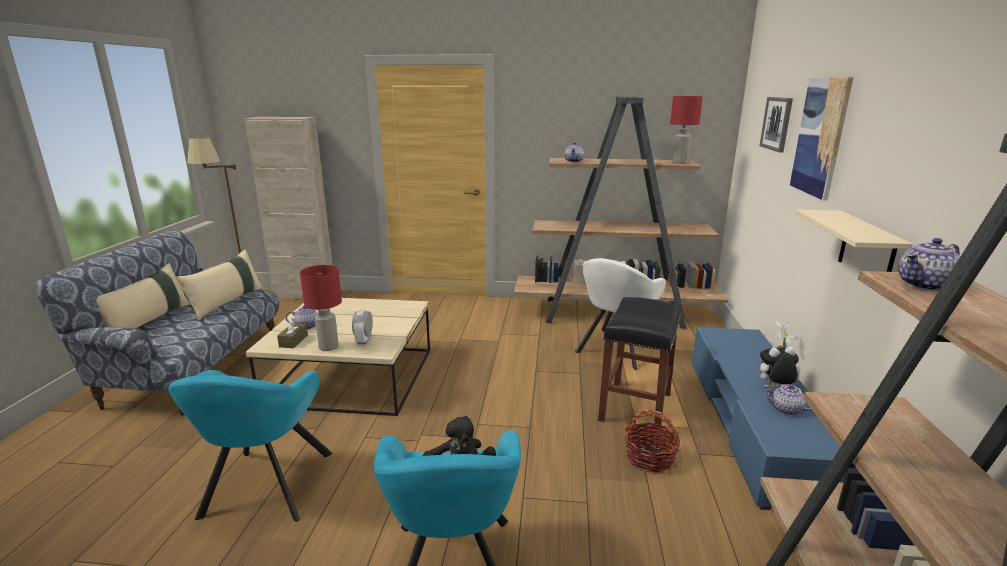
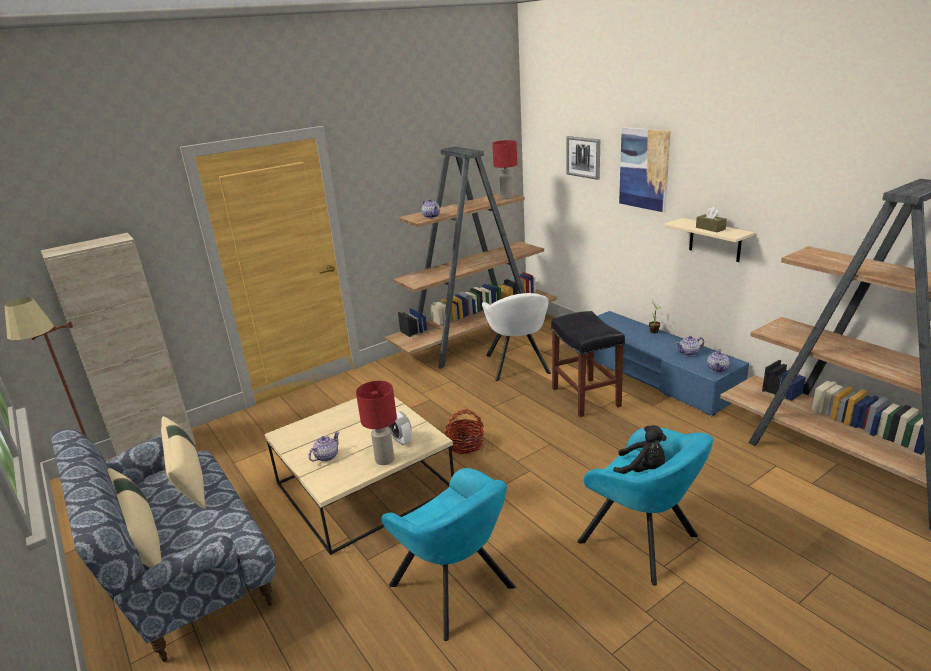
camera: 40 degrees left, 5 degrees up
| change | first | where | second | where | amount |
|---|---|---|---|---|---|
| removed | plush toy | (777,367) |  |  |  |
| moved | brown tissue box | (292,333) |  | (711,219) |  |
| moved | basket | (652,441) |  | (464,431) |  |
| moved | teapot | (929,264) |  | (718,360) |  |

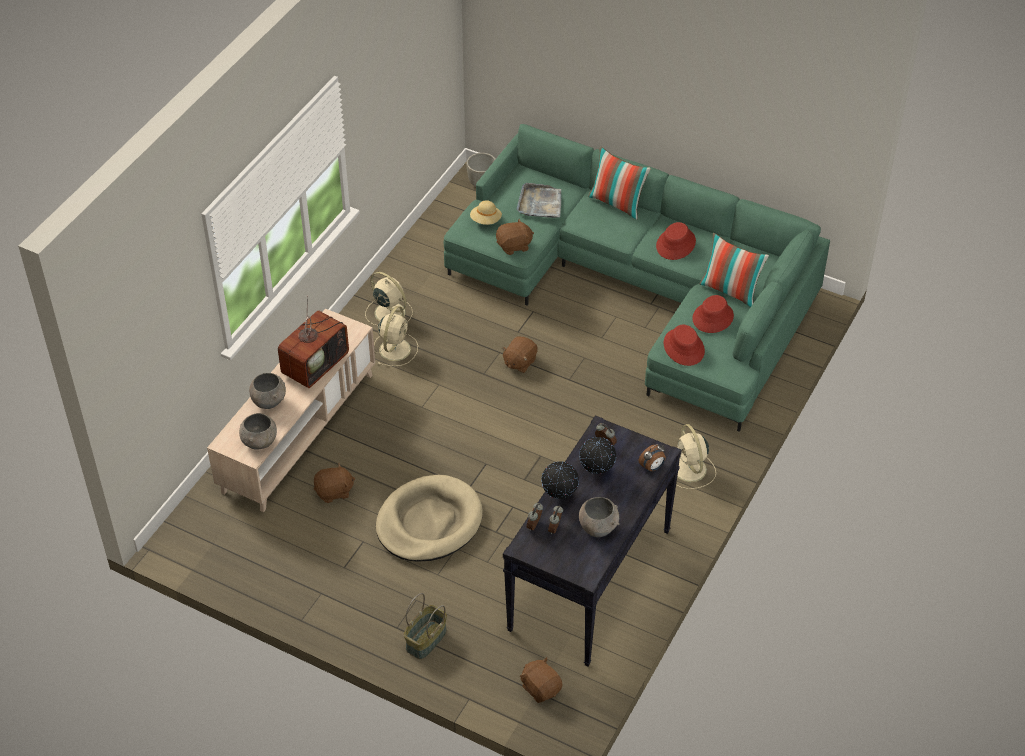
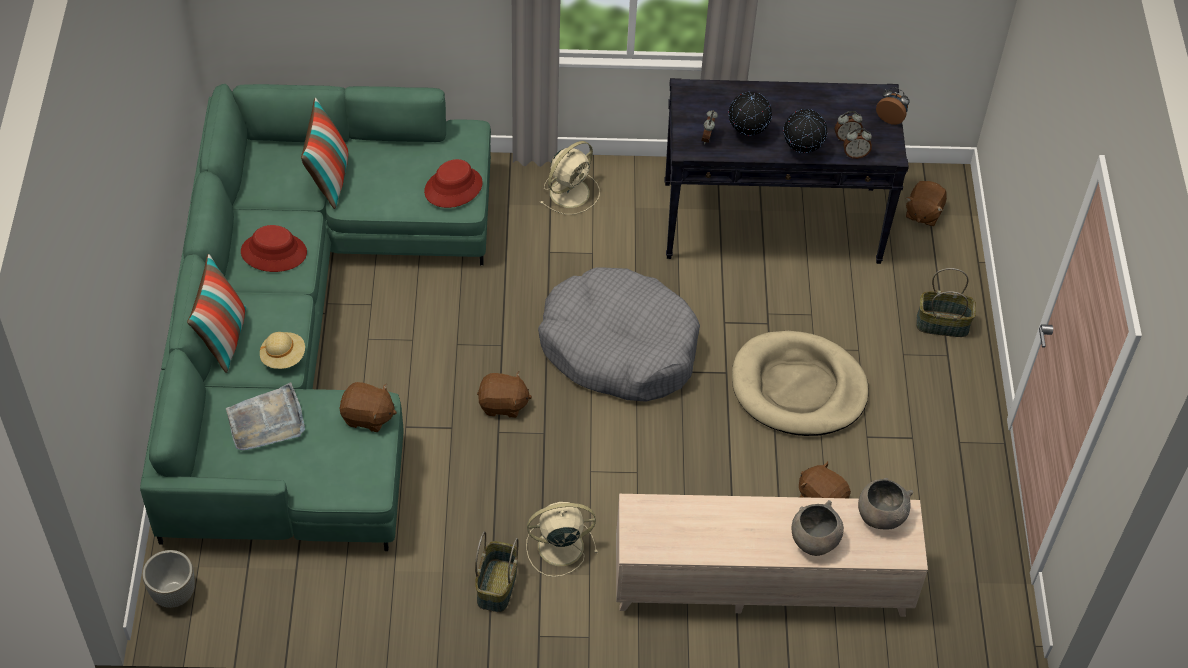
camera: 120 degrees left, 5 degrees up
| change | first | where | second | where | amount |
|---|---|---|---|---|---|
| removed | television | (313,342) |  |  |  |
| removed | grey bowl | (599,517) |  |  |  |
| removed | red hat | (713,314) |  |  |  |
| added |  |  | grey dog bed | (619,334) |  |
| moved | beige hat | (486,212) |  | (282,350) |  |
| moved | alarm clock | (652,457) |  | (893,106) |  |
| replaced | beige fan | (389,299) | basket | (497,571) |  |
| turned | brown plush toy | (515,237) |  | (368,407) | 150 degrees clockwise |

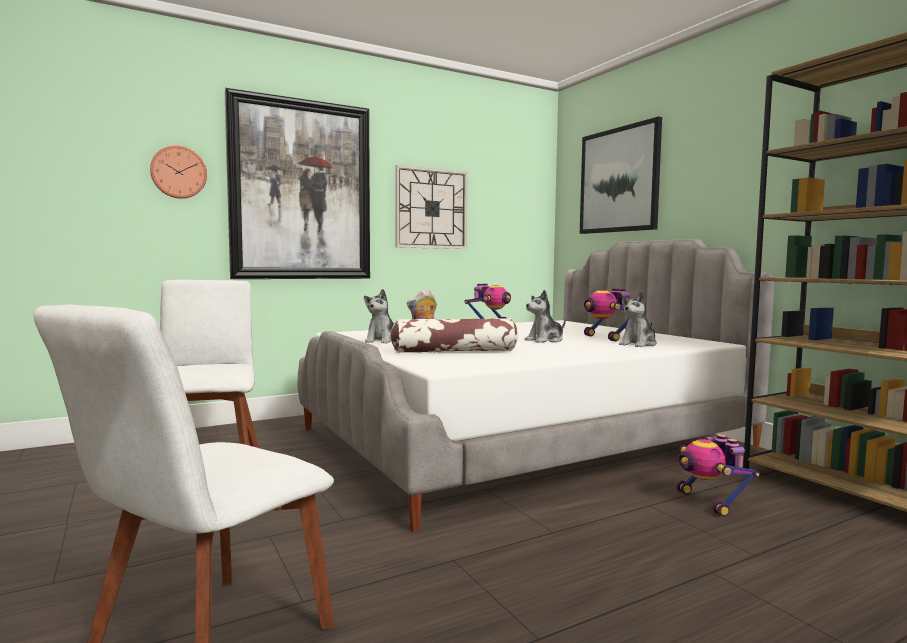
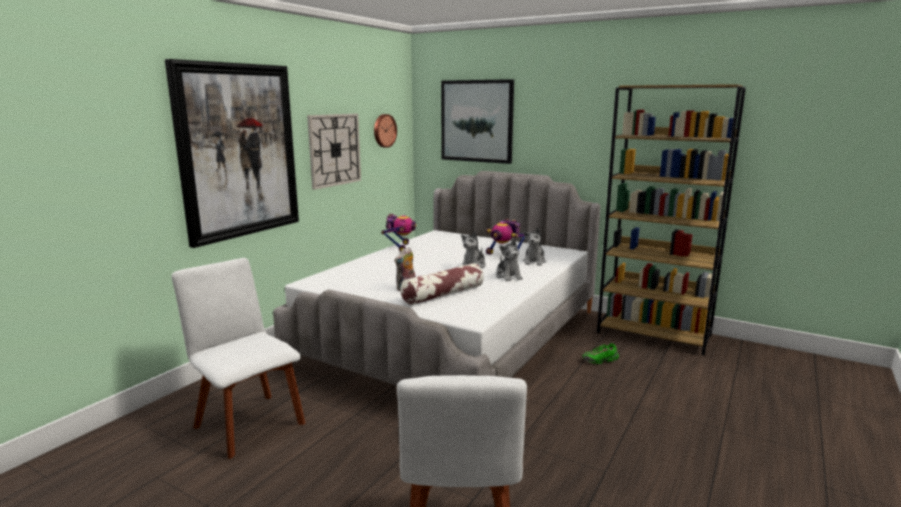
camera: 30 degrees left, 10 degrees up
| change | first | where | second | where | amount |
|---|---|---|---|---|---|
| moved | wall clock | (178,172) |  | (385,131) |  |
| moved | plush toy | (379,316) |  | (509,260) |  |
| replaced | toy robot | (718,475) | green shoe | (600,353) |  |

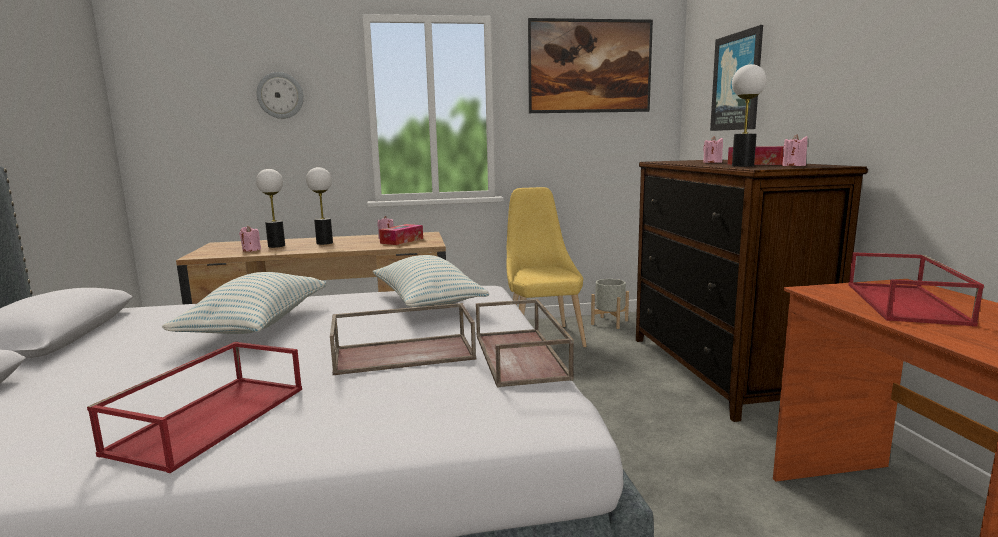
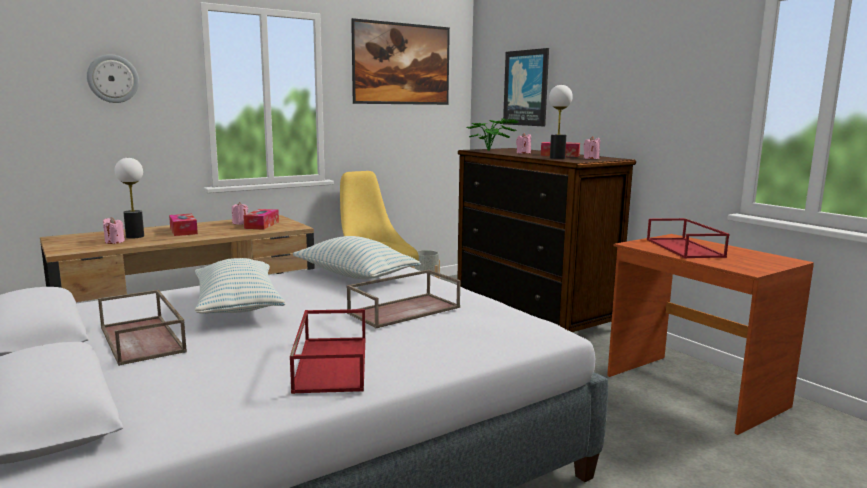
camera: 25 degrees left, 0 degrees up
| change | first | where | second | where | amount |
|---|---|---|---|---|---|
| added |  |  | potted plant | (492,135) |  |
| moved | brown tray | (525,343) |  | (142,328) |  |
| replaced | table lamp | (319,206) | tissue box | (183,225) |  |

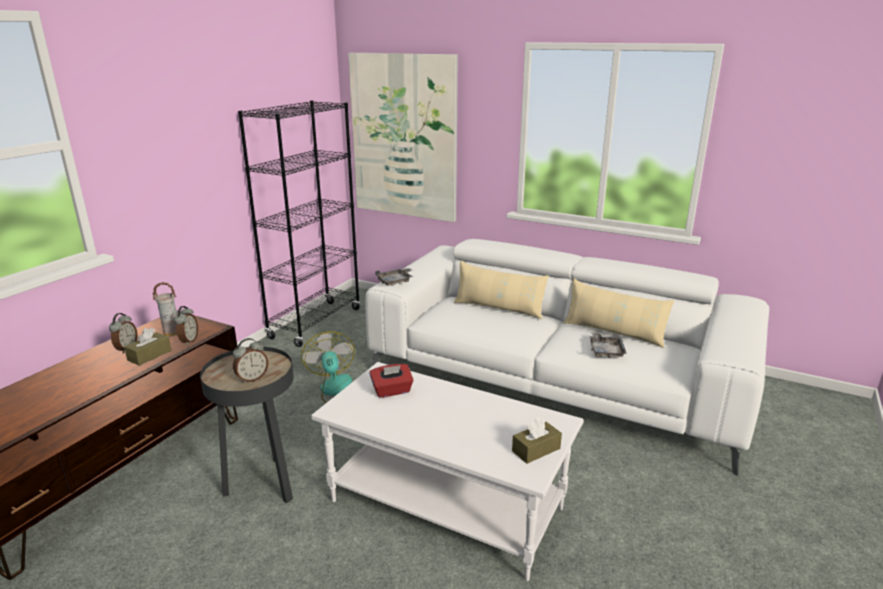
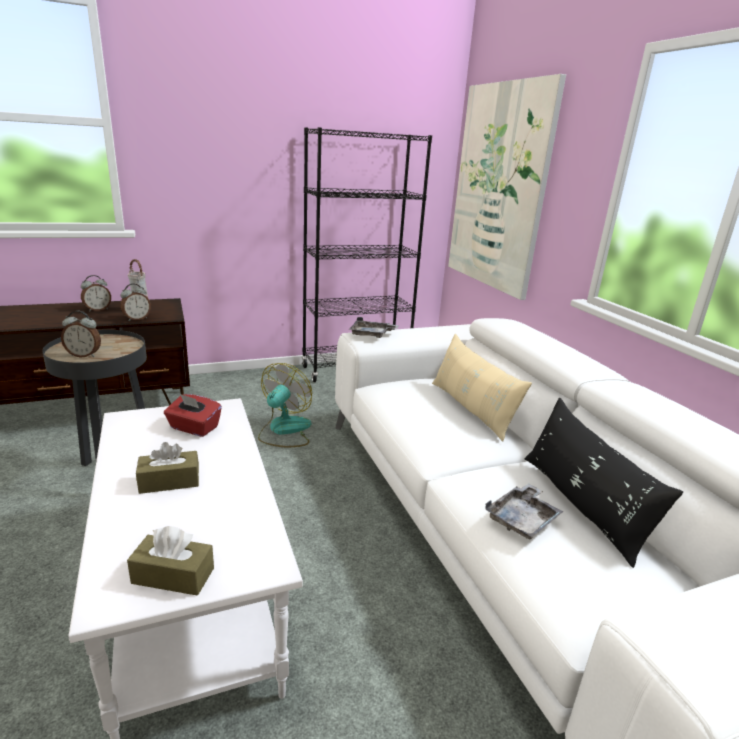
camera: 40 degrees right, 0 degrees up
| change | first | where | second | where | amount |
|---|---|---|---|---|---|
| moved | brown tissue box | (147,347) |  | (167,468) |  |
| recoloured | beige pillow | (618,313) | black pillow | (604,483) |  |

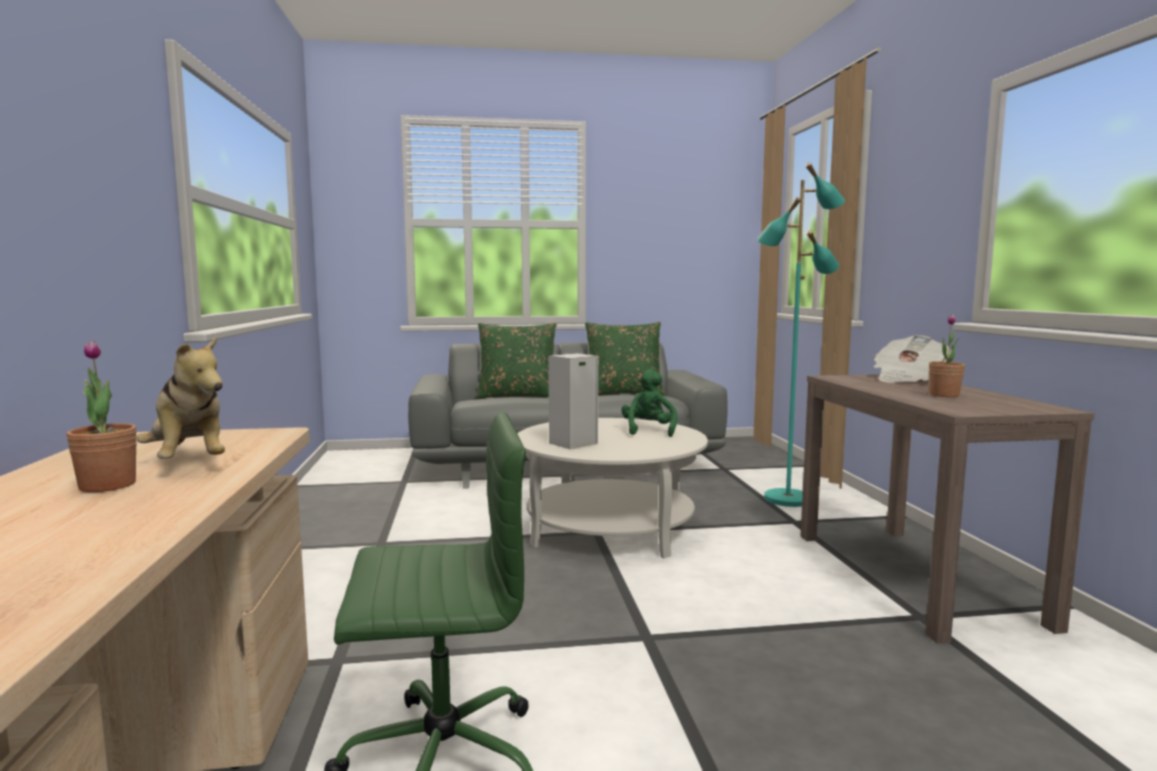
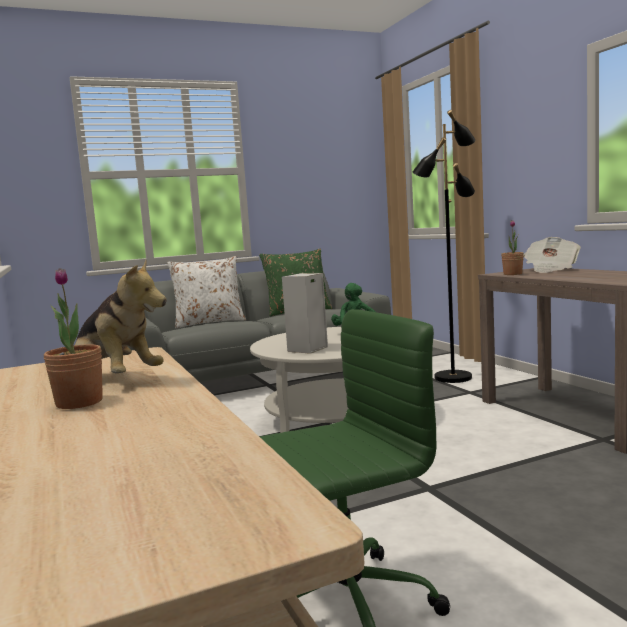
camera: 15 degrees left, 0 degrees up
| change | first | where | second | where | amount |
|---|---|---|---|---|---|
| moved | potted plant | (947,356) |  | (513,247) |  |
| recoloured | green pillow | (516,360) | white pillow | (206,292) |  |
| recoloured | turquoise floor lamp | (801,334) | black floor lamp | (444,246) |  |

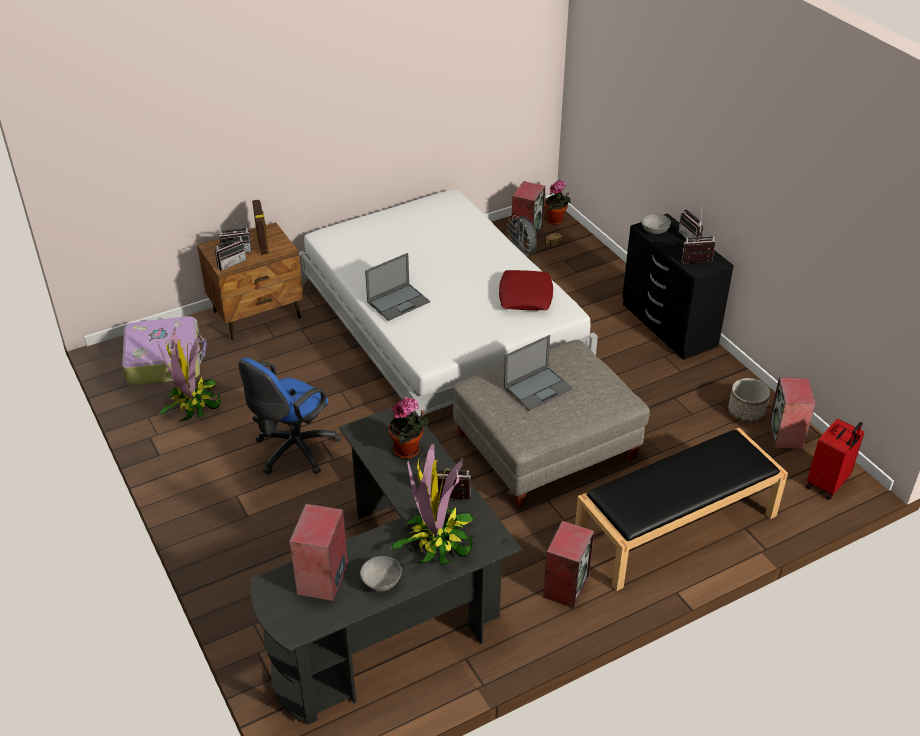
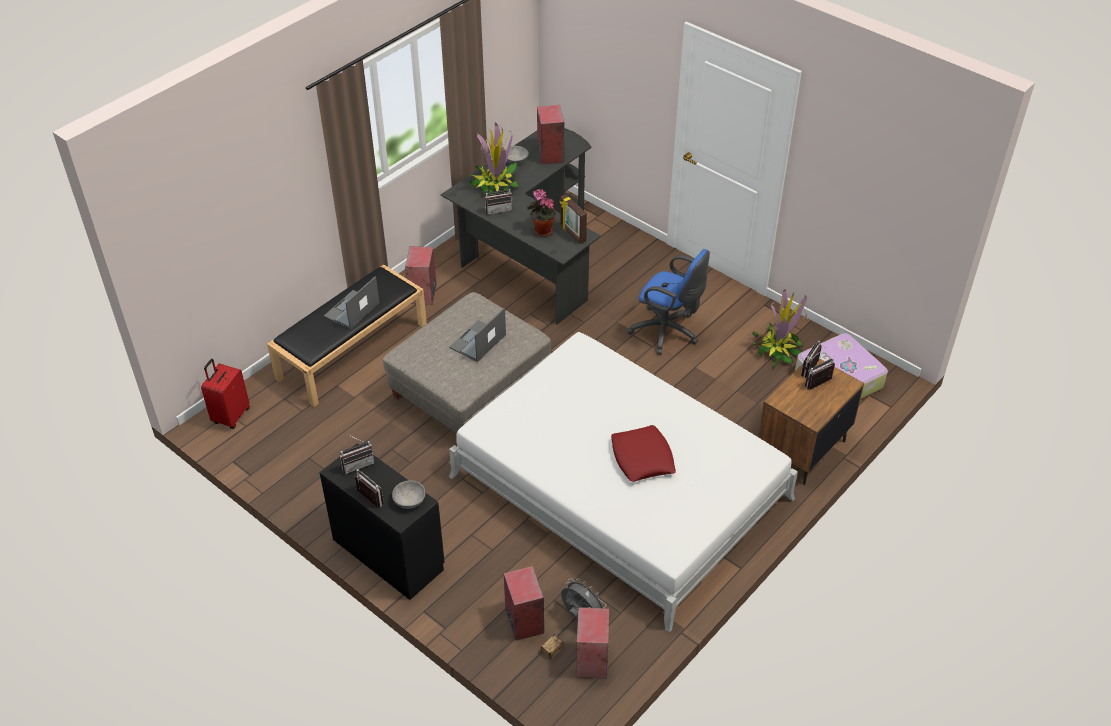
camera: 160 degrees right, 5 degrees up
| change | first | where | second | where | amount |
|---|---|---|---|---|---|
| removed | potted plant | (558,202) |  |  |  |
| removed | planter | (749,400) |  |  |  |
| moved | picture frame | (260,227) |  | (573,219) |  |
| moved | laptop | (397,287) |  | (351,303) |  |
| moved | red pillow | (526,290) |  | (643,453) |  |
| moved | speaker | (792,413) |  | (524,603) |  |
| turned | blue office chair | (289,416) |  | (668,302) | 105 degrees clockwise |

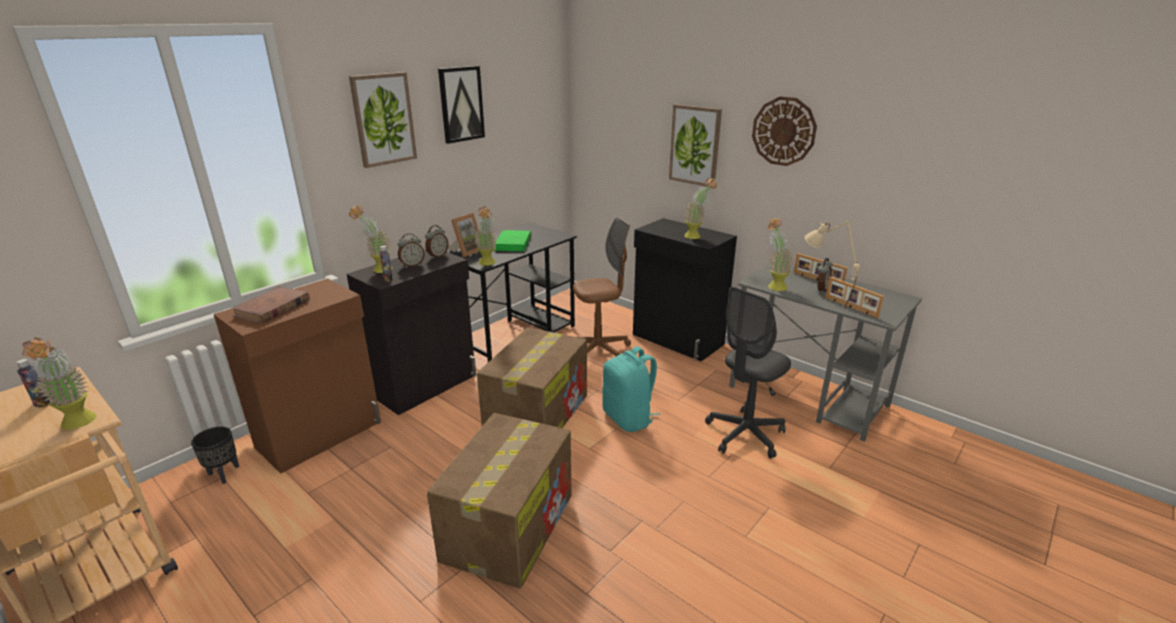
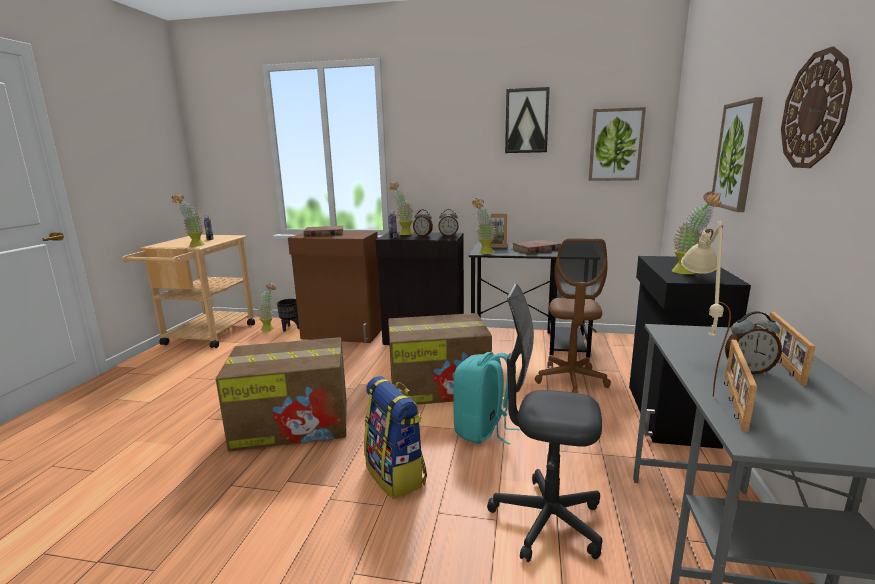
camera: 60 degrees right, 10 degrees down
| change | first | where | second | where | amount |
|---|---|---|---|---|---|
| added |  |  | backpack | (395,437) |  |
| moved | picture | (383,120) |  | (617,144) |  |
| moved | potted plant | (781,254) |  | (266,307) |  |
| recoloured | green book | (513,240) | brown book | (536,247) |  |
| turned | brown office chair | (602,287) |  | (573,316) | 60 degrees clockwise |

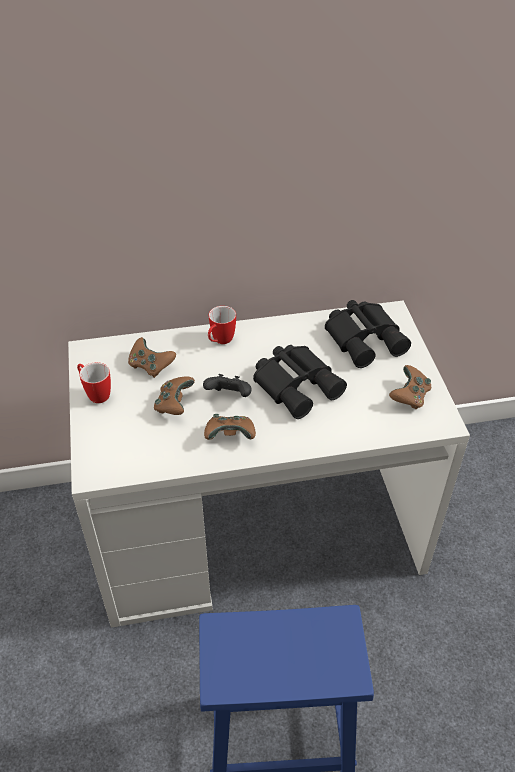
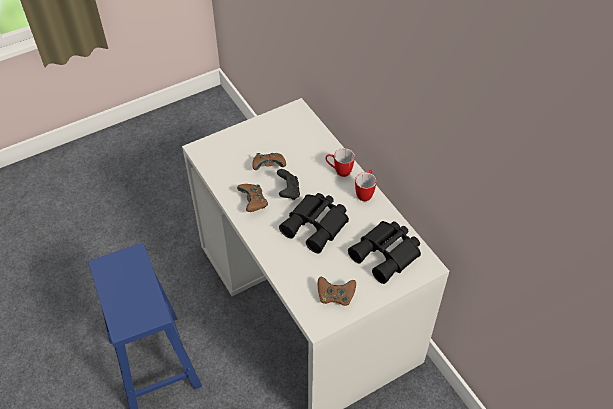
camera: 70 degrees right, 5 degrees up
| change | first | where | second | where | amount |
|---|---|---|---|---|---|
| removed | brown game controller | (152,357) |  |  |  |
| moved | mug | (94,382) |  | (366,185) |  |

